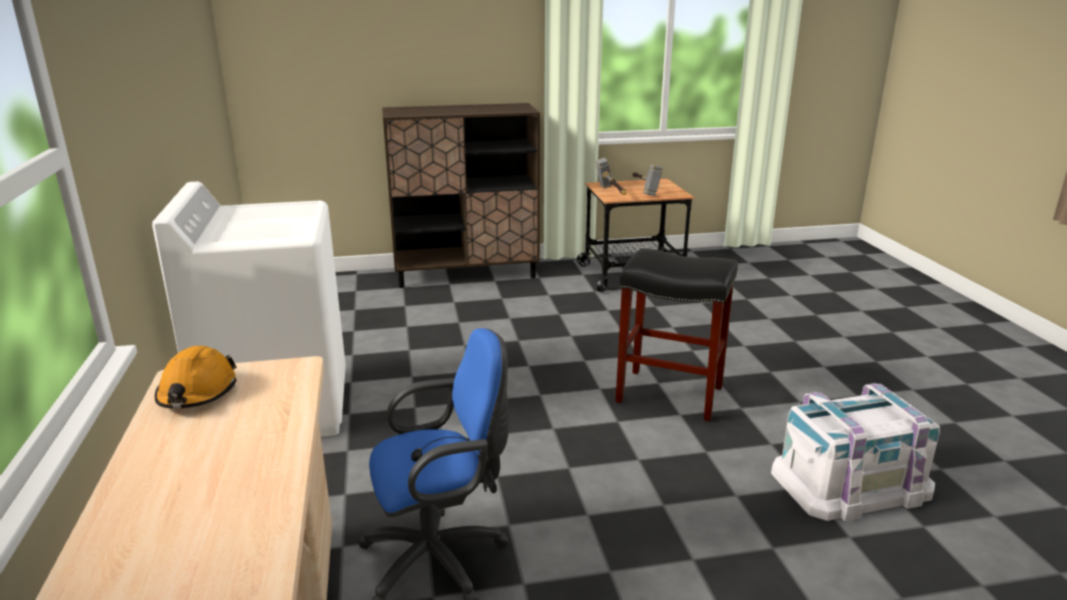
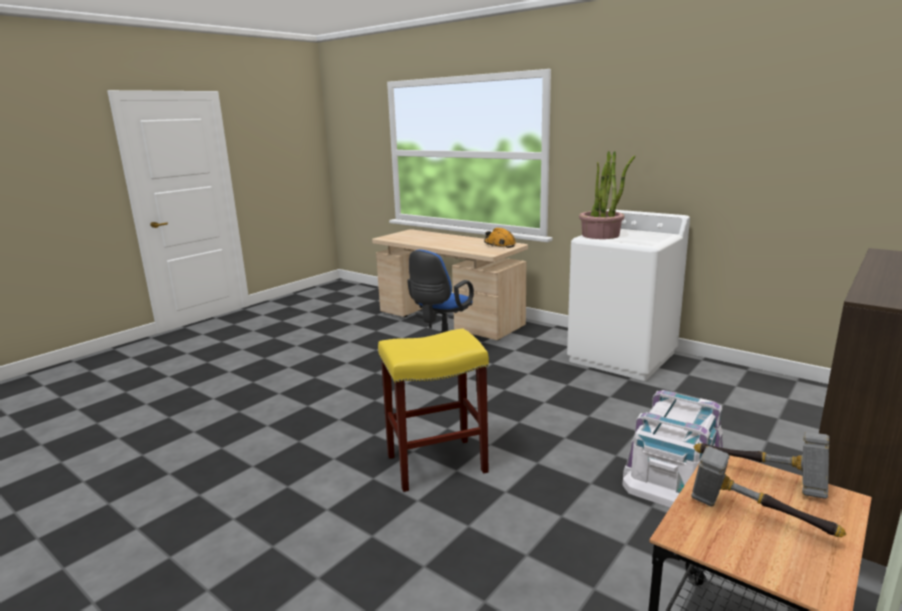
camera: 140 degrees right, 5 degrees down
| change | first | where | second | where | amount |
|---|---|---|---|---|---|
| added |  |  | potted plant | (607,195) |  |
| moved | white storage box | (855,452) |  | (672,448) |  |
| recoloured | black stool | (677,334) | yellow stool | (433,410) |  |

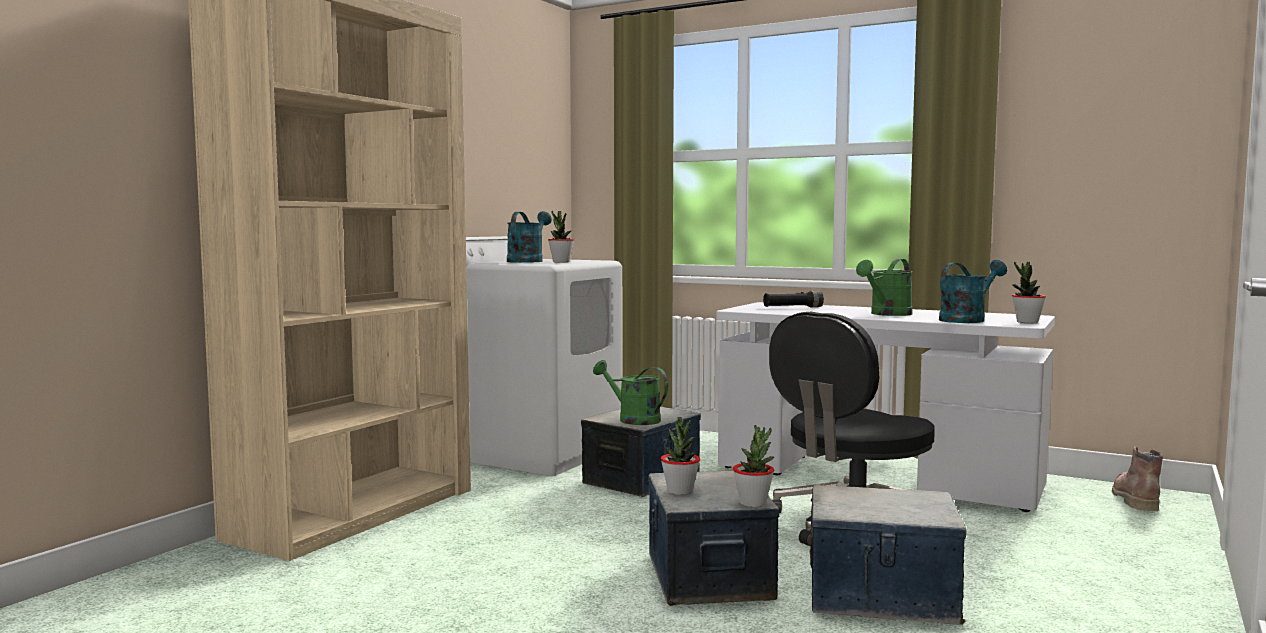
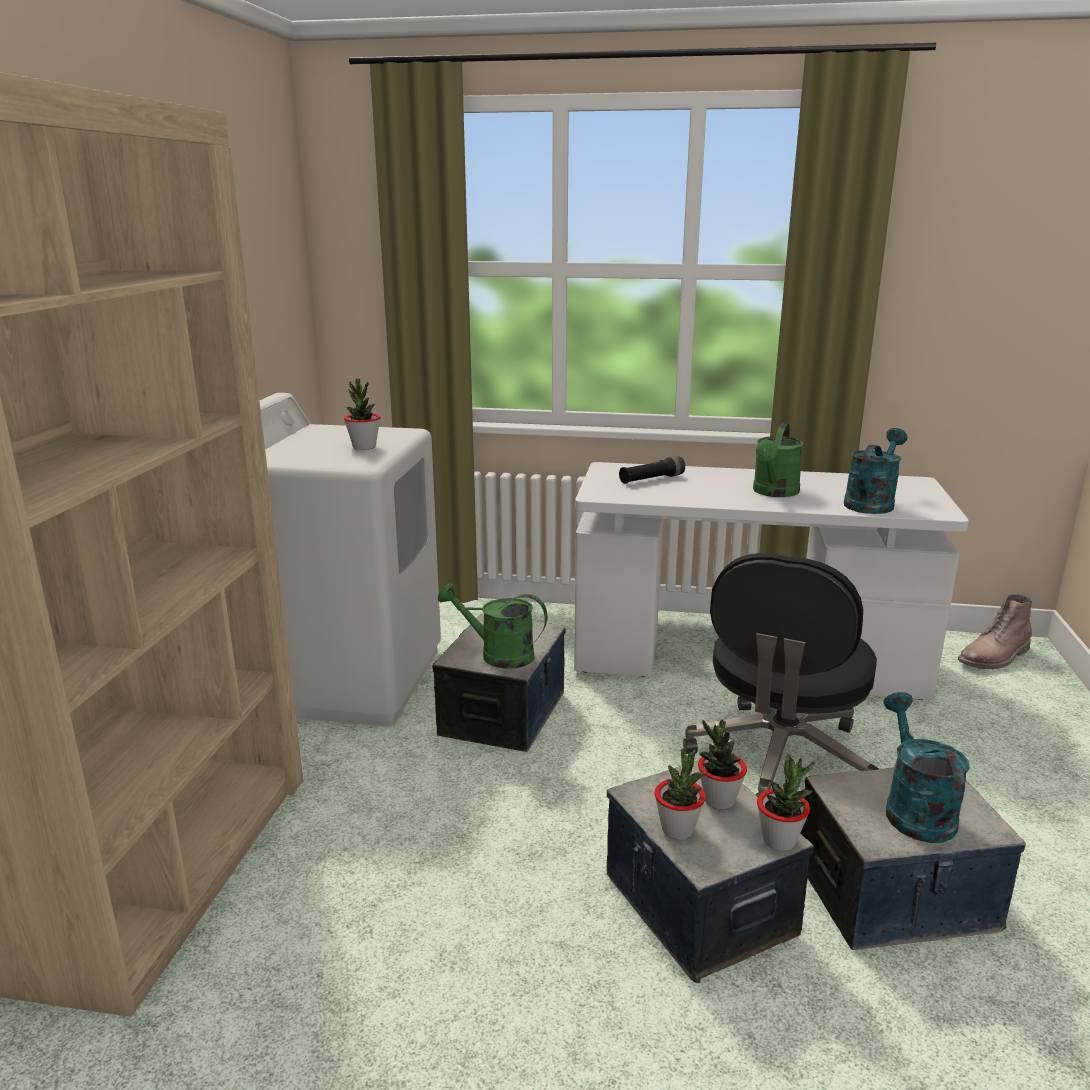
camera: 20 degrees left, 15 degrees up
| change | first | where | second | where | amount |
|---|---|---|---|---|---|
| moved | turquoise watering can | (529,237) |  | (927,767) |  |
| moved | potted plant | (1029,292) |  | (722,765) |  |
| turned | brown boot | (1137,479) |  | (995,631) | 120 degrees counterclockwise |

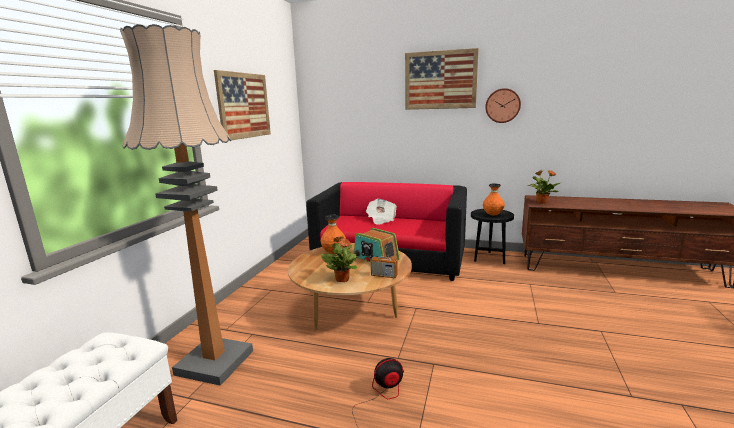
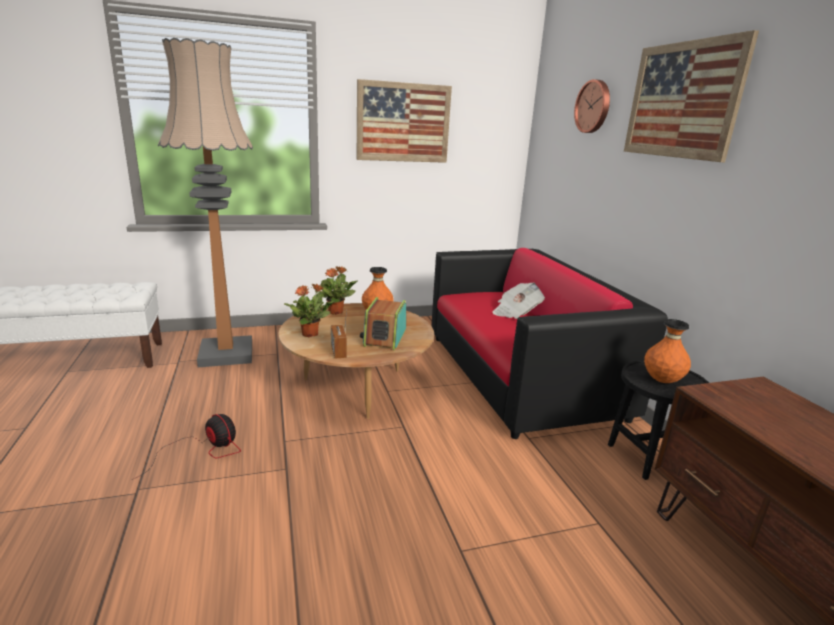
camera: 55 degrees right, 5 degrees up
| change | first | where | second | where | amount |
|---|---|---|---|---|---|
| moved | wall clock | (503,105) |  | (592,106) |  |
| moved | potted plant | (544,187) |  | (337,290) |  |

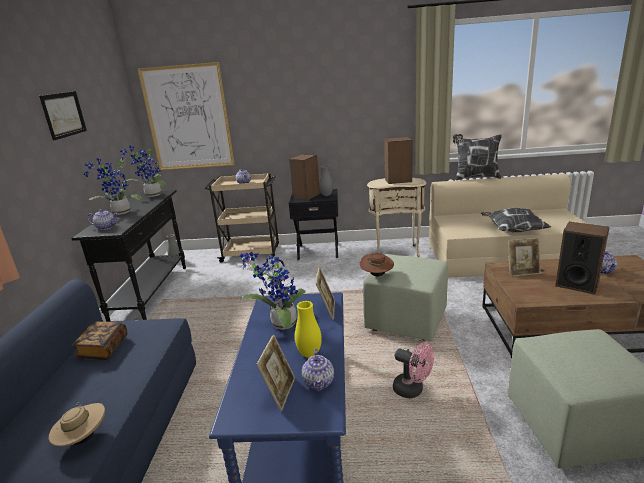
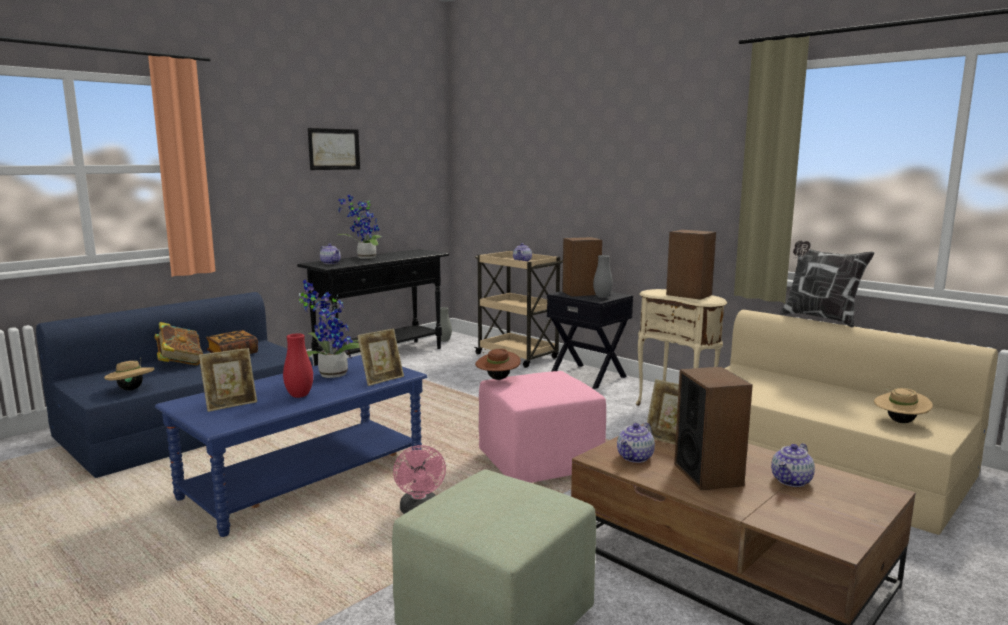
camera: 40 degrees right, 10 degrees down
| change | first | where | second | where | amount |
|---|---|---|---|---|---|
| removed | potted plant | (143,171) |  |  |  |
| removed | picture | (186,116) |  |  |  |
| removed | pillow | (516,220) |  |  |  |
| added |  |  | book | (179,343) |  |
| added |  |  | beige hat | (903,404) |  |
| moved | teapot | (318,370) |  | (636,442) |  |
| recoloured | yellow vase | (308,329) | red vase | (298,365) |  |
| recoloured | green ottoman | (405,297) | pink ottoman | (542,427) |  |

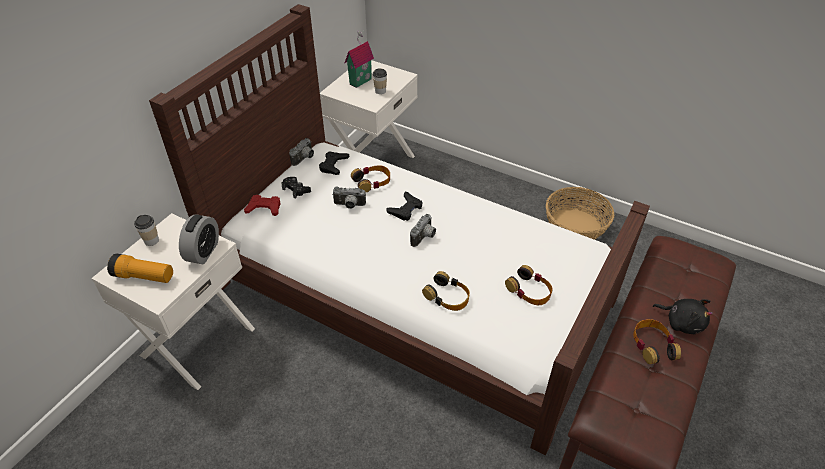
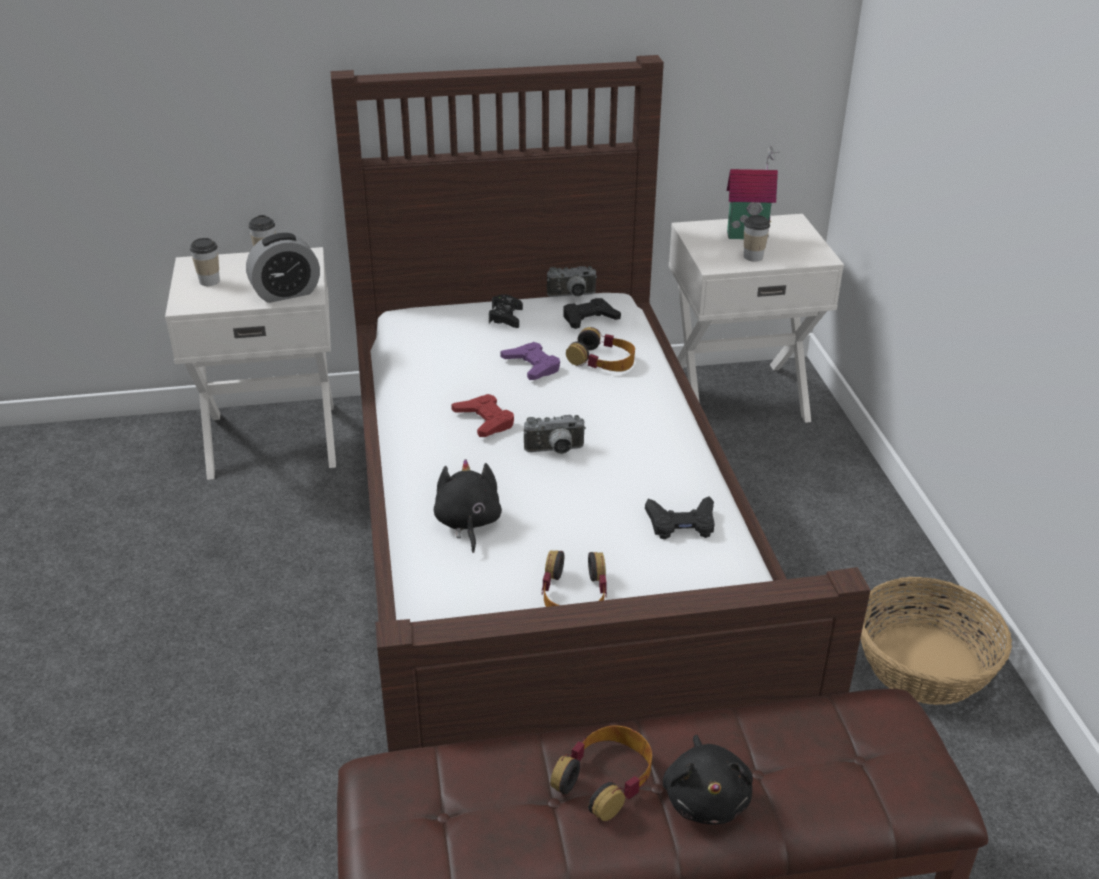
camera: 50 degrees right, 10 degrees down
| change | first | where | second | where | amount |
|---|---|---|---|---|---|
| moved | red game controller | (262,205) |  | (482,415) |  |
| moved | black game controller | (404,206) |  | (680,517) |  |
| replaced | flashlight | (140,268) | cup | (205,262) |  |
| replaced | photo camera | (349,197) | purple game controller | (530,361) |  |
| replaced | headphones | (446,291) | black plush toy | (468,506) |  |

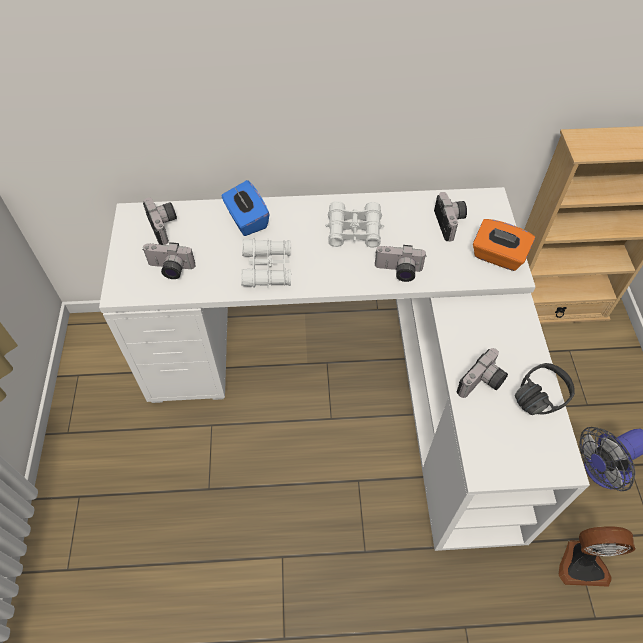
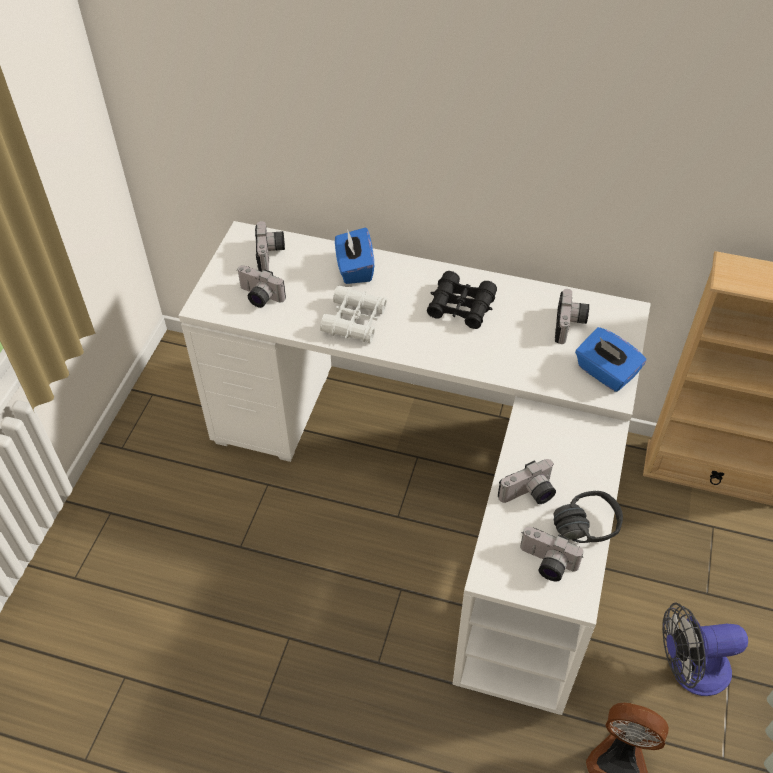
camera: 20 degrees right, 5 degrees down
| change | first | where | second | where | amount |
|---|---|---|---|---|---|
| moved | photo camera | (401,263) |  | (552,554) |  |
| recoloured | white binoculars | (354,224) | black binoculars | (462,300) |  |
| recoloured | orange tissue box | (504,245) | blue tissue box | (610,359) |  |

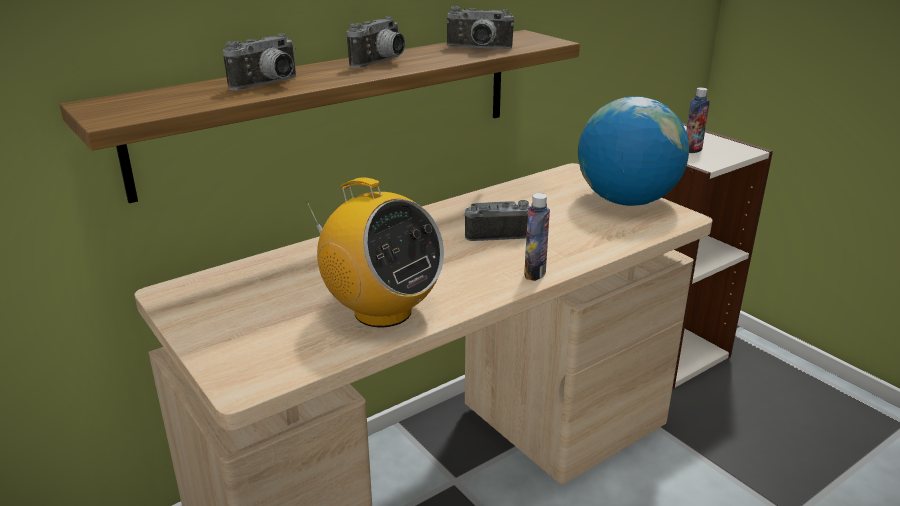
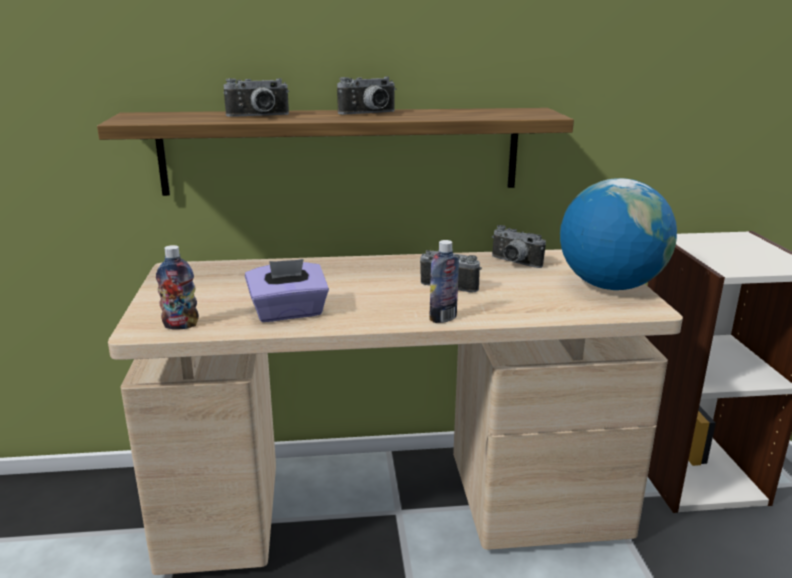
camera: 30 degrees right, 5 degrees down
| change | first | where | second | where | amount |
|---|---|---|---|---|---|
| moved | photo camera | (480,28) |  | (519,246) |  |
| moved | bottle | (698,120) |  | (177,287) |  |
| replaced | radio | (375,252) | purple tissue box | (287,290) |  |

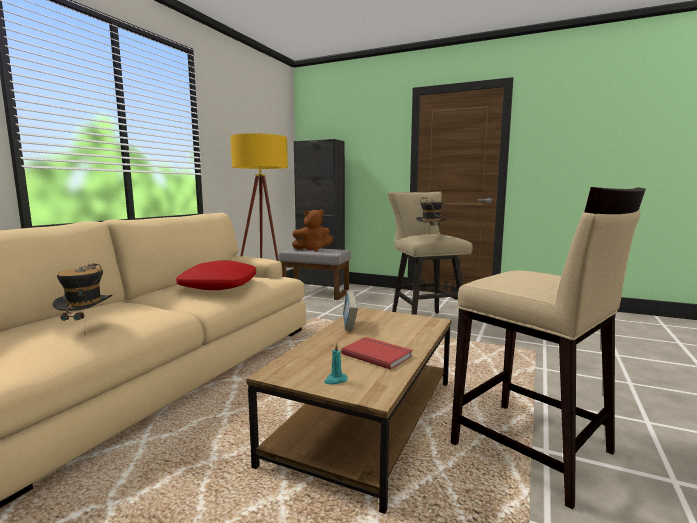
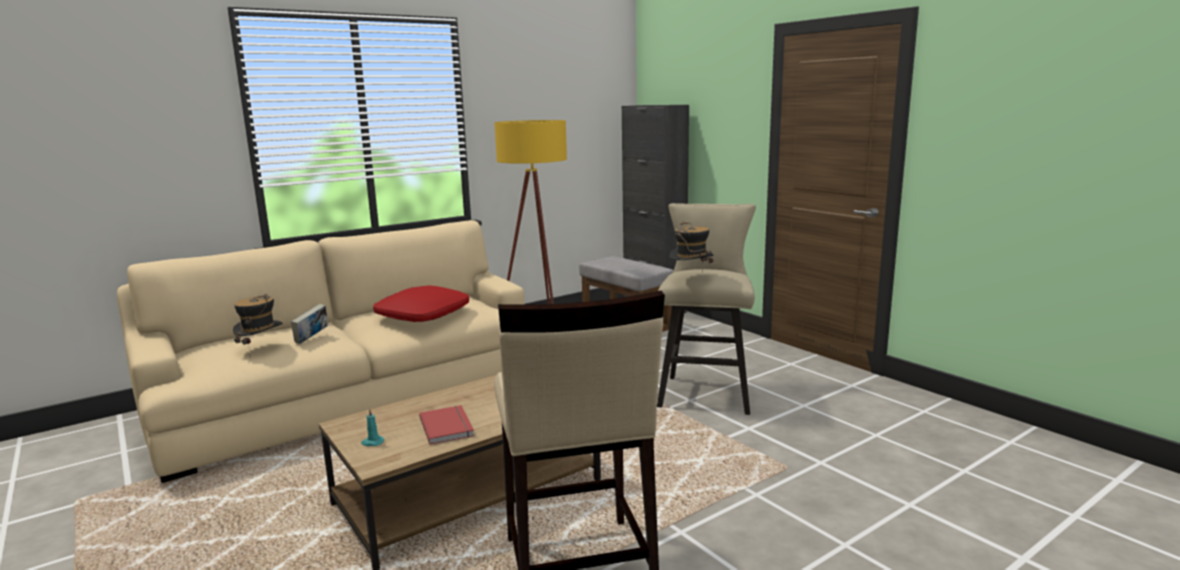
camera: 30 degrees right, 5 degrees up
| change | first | where | second | where | amount |
|---|---|---|---|---|---|
| removed | brown plush toy | (312,230) |  |  |  |
| moved | book | (350,310) |  | (309,324) |  |

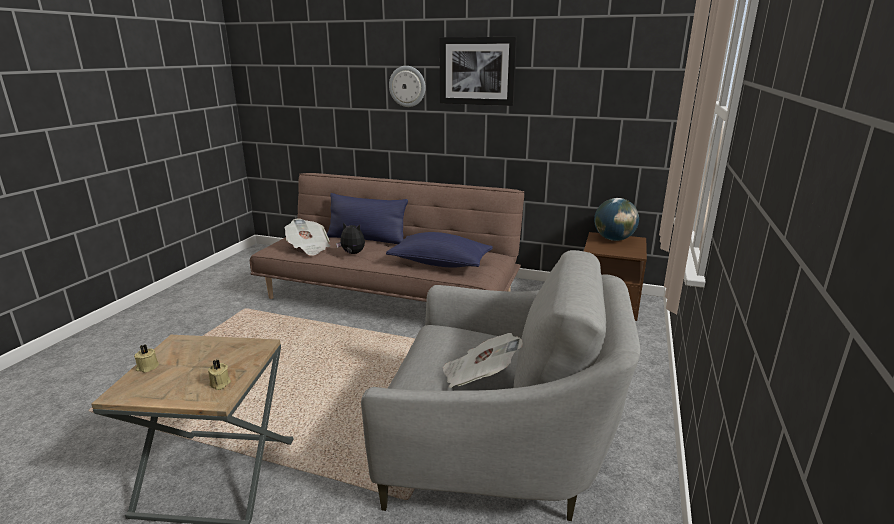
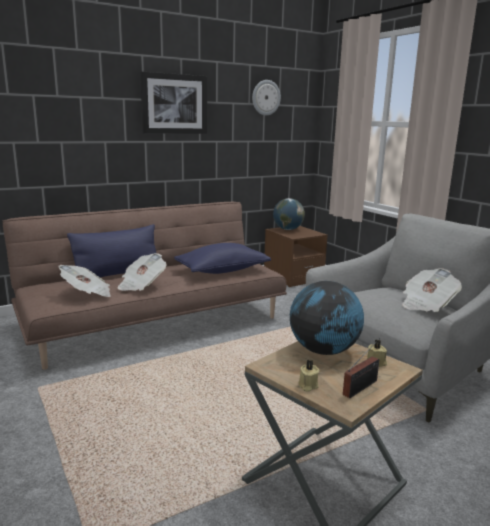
camera: 50 degrees left, 5 degrees down
| change | first | where | second | where | amount |
|---|---|---|---|---|---|
| added |  |  | globe | (327,318) |  |
| added |  |  | radio | (361,368) |  |
| moved | wall clock | (407,86) |  | (266,97) |  |
| replaced | plush toy | (350,238) | newspaper | (142,272) |  |

